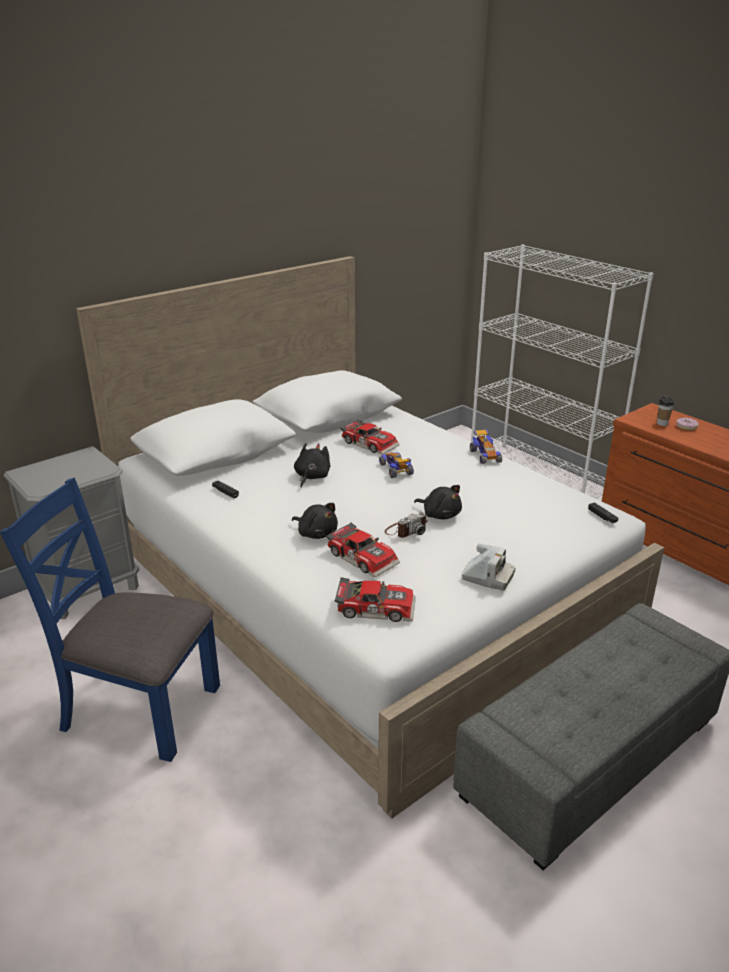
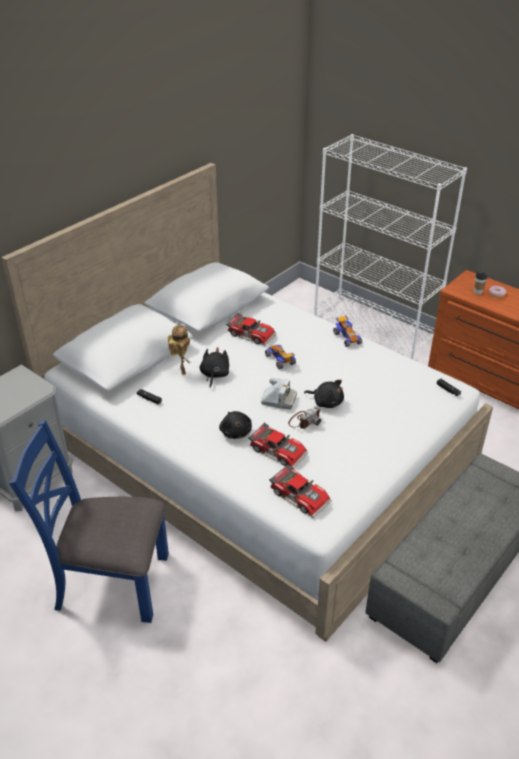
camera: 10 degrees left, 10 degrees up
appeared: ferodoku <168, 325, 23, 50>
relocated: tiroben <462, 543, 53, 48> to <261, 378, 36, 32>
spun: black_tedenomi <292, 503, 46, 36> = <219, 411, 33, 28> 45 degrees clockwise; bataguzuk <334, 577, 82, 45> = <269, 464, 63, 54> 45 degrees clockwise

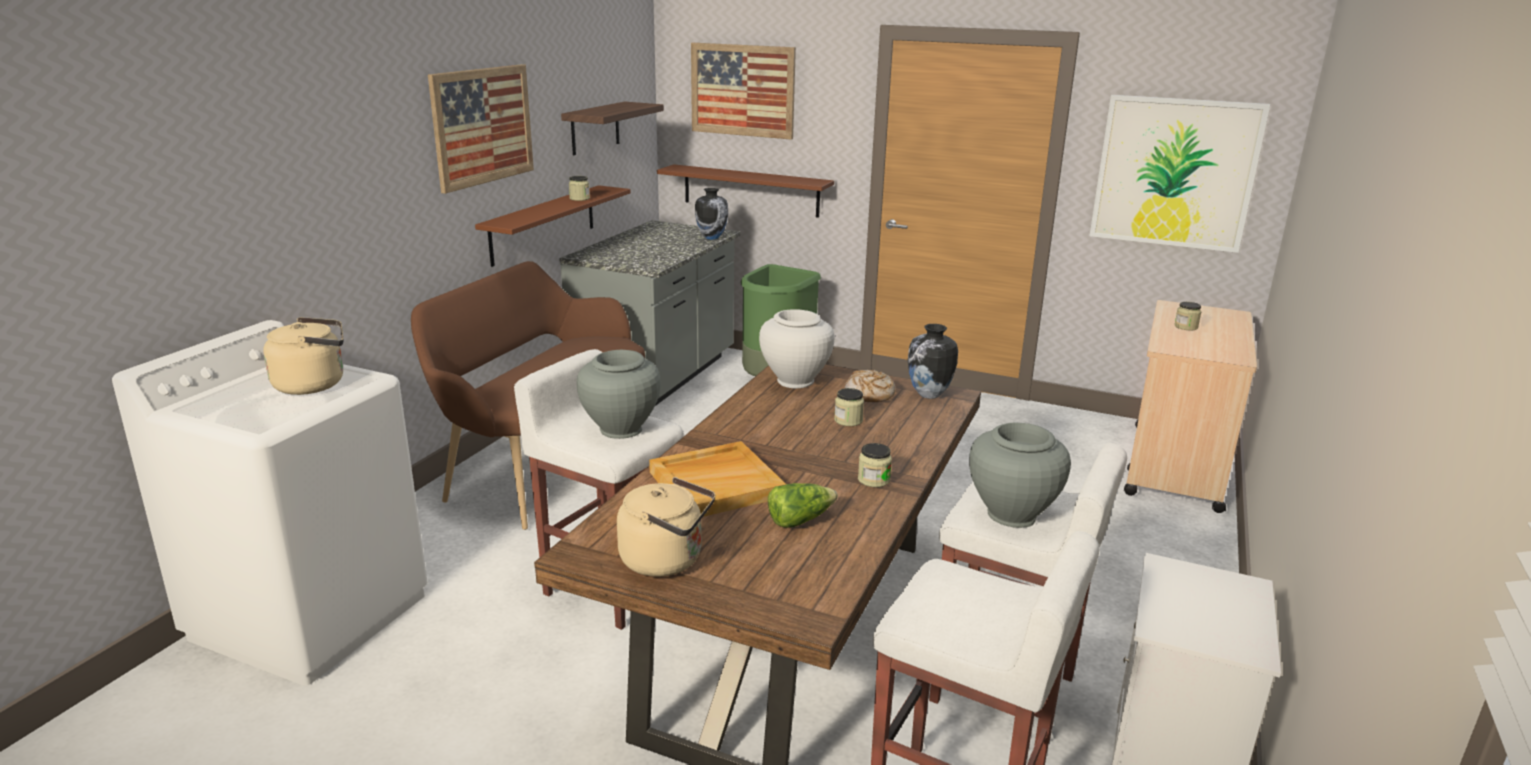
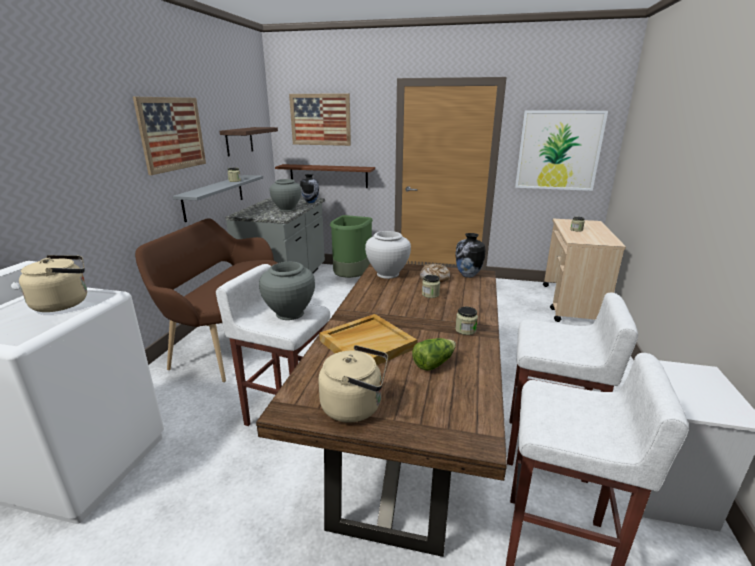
camera: 10 degrees left, 0 degrees up
relocated: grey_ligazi <969, 423, 102, 105> to <269, 179, 33, 33>
colour: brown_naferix <475, 185, 156, 82> to grey_naferix <173, 175, 90, 47>

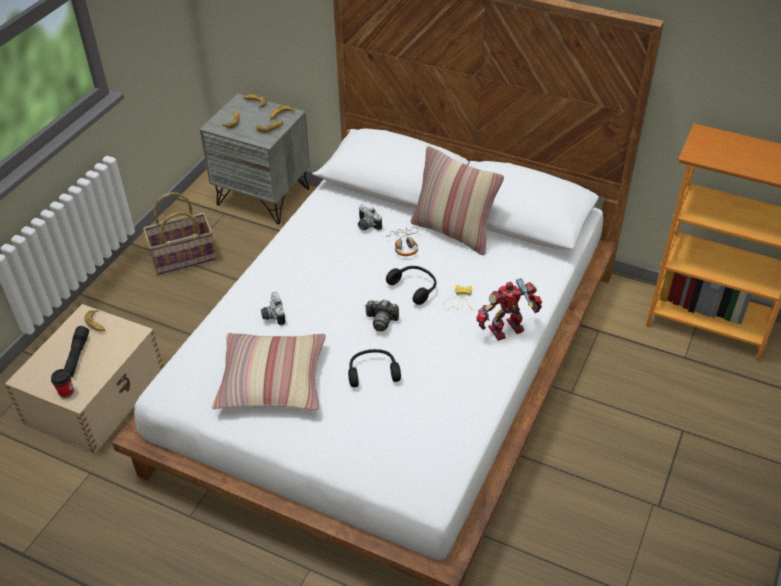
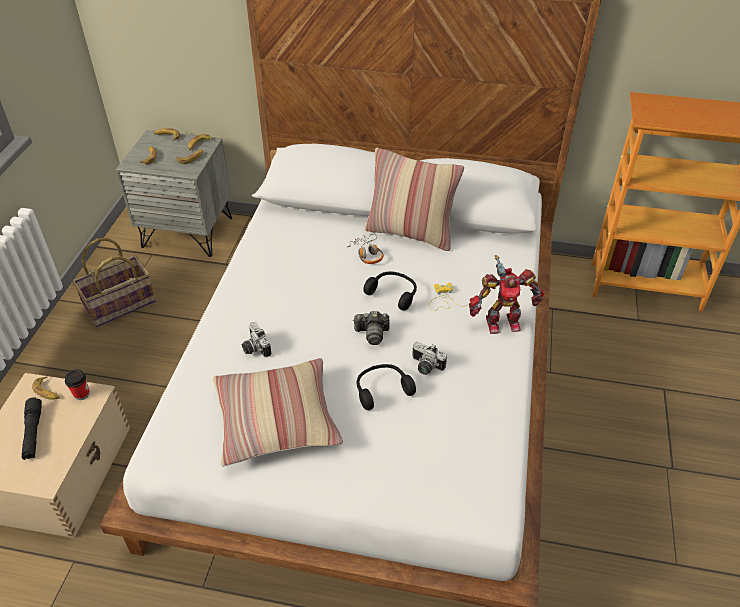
camera: 15 degrees left, 0 degrees up
relocated: tiroben <358, 205, 24, 25> to <412, 342, 35, 33>; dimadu <51, 369, 23, 29> to <65, 369, 25, 31>
spun: ferodoku <476, 278, 66, 63> = <469, 255, 75, 79> 150 degrees counterclockwise

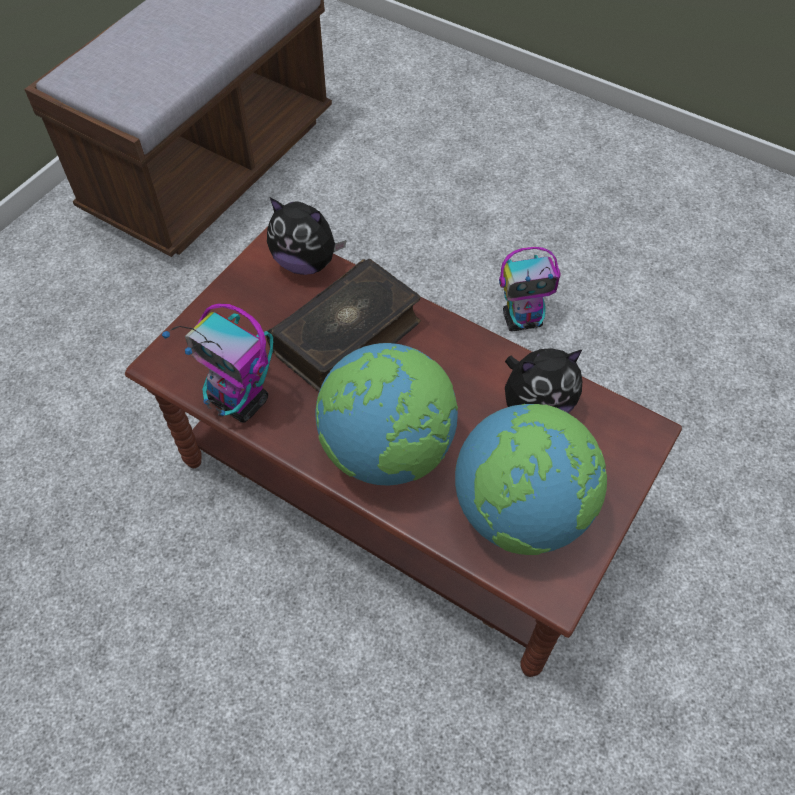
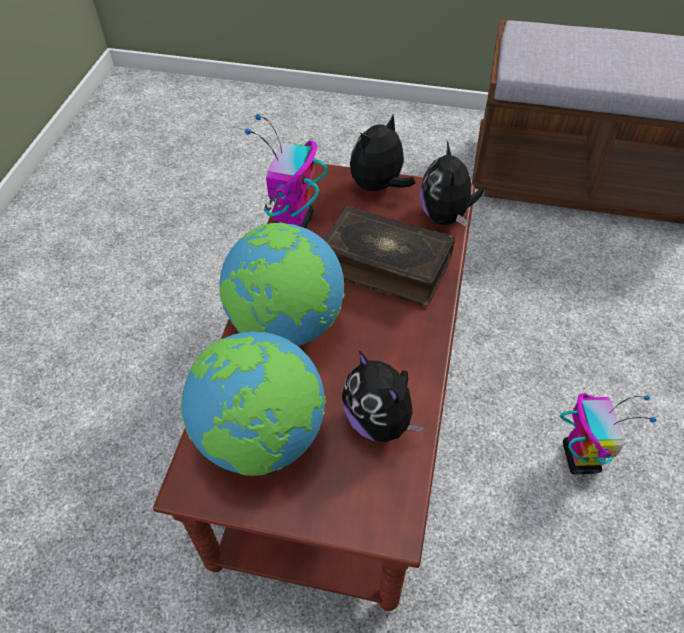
camera: 70 degrees right, 5 degrees down
appeared: tedenomi <350, 115, 65, 76>
spun: ferodoku <499, 247, 62, 85> = <560, 393, 96, 81> 150 degrees counterclockwise

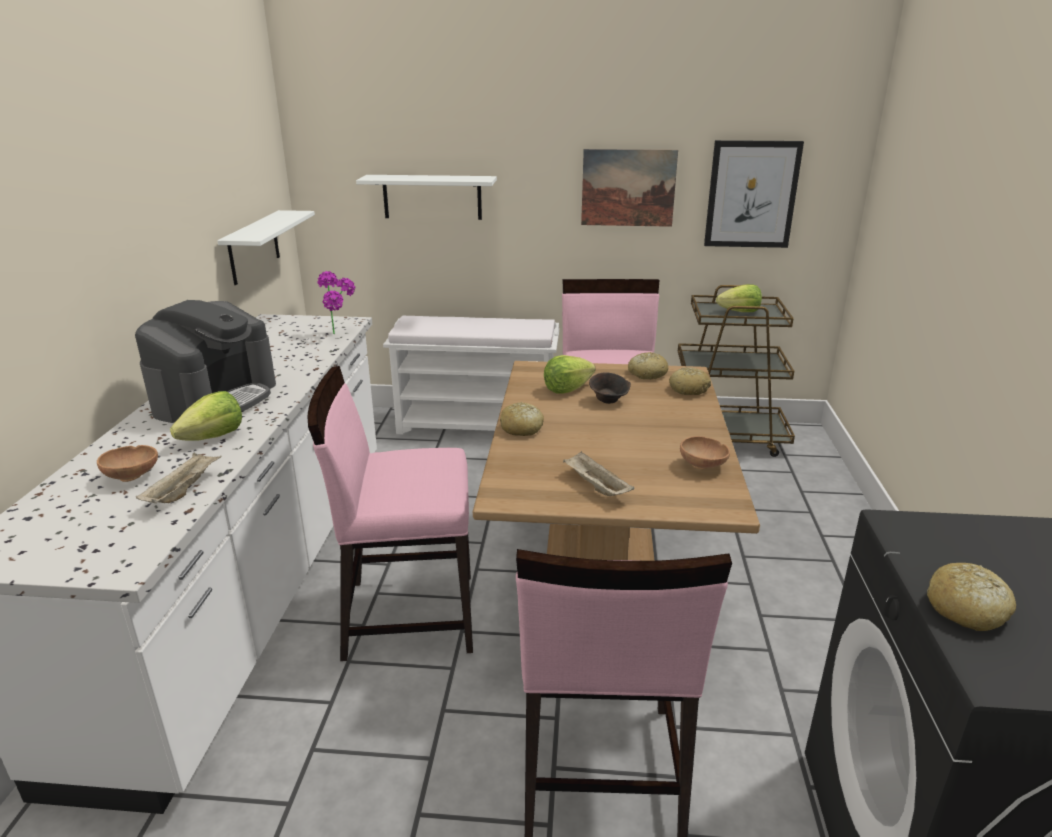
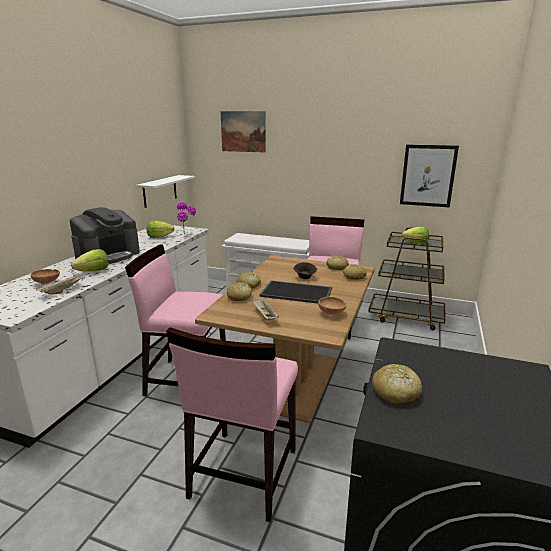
camera: 15 degrees right, 5 degrees down
missing: white_naferix <356, 175, 141, 45>
appeared: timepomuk <260, 280, 72, 24>; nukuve <227, 282, 25, 19>
relocated: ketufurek <581, 149, 97, 78> to <220, 111, 46, 41>; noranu <544, 355, 52, 38> to <147, 220, 28, 18>

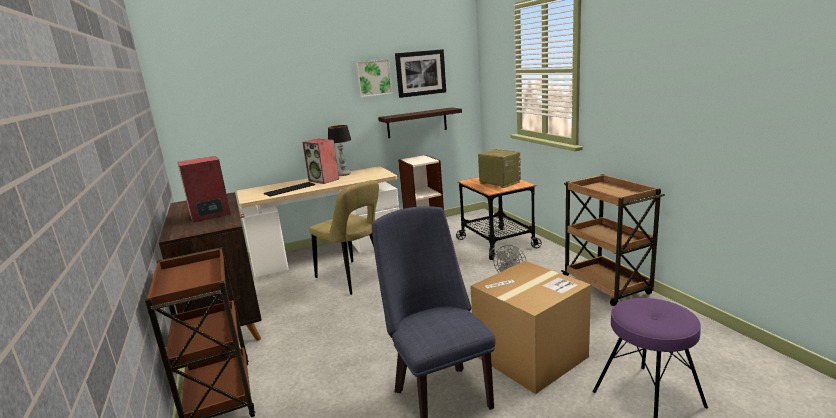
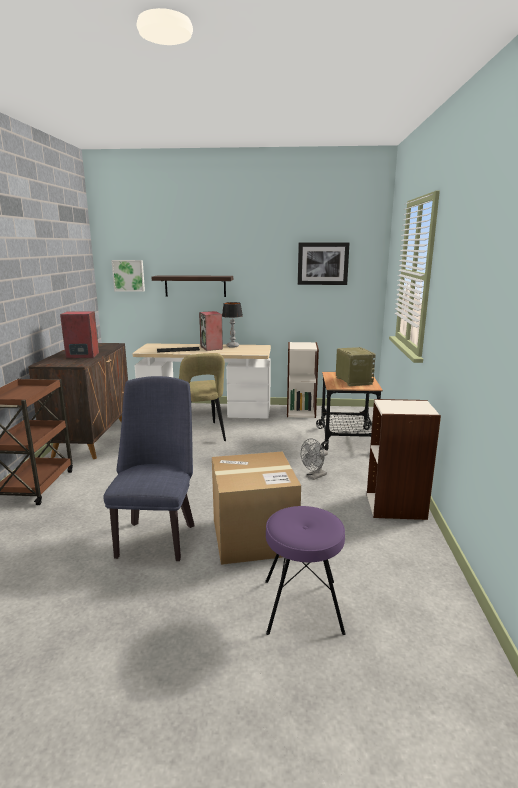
camera: 25 degrees right, 0 degrees up
relocated: ketufurek <356, 59, 37, 38> to <111, 260, 34, 32>; naferix <378, 107, 84, 31> to <151, 275, 82, 22>
exchanged: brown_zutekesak <561, 174, 104, 132> to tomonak <367, 399, 74, 121>

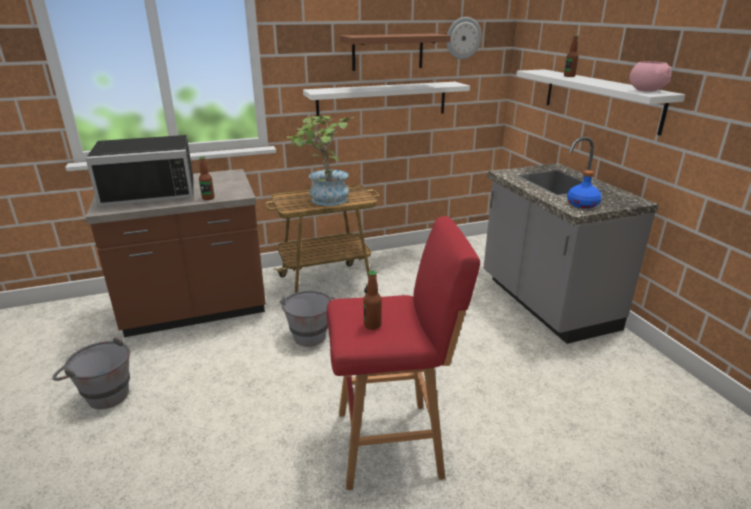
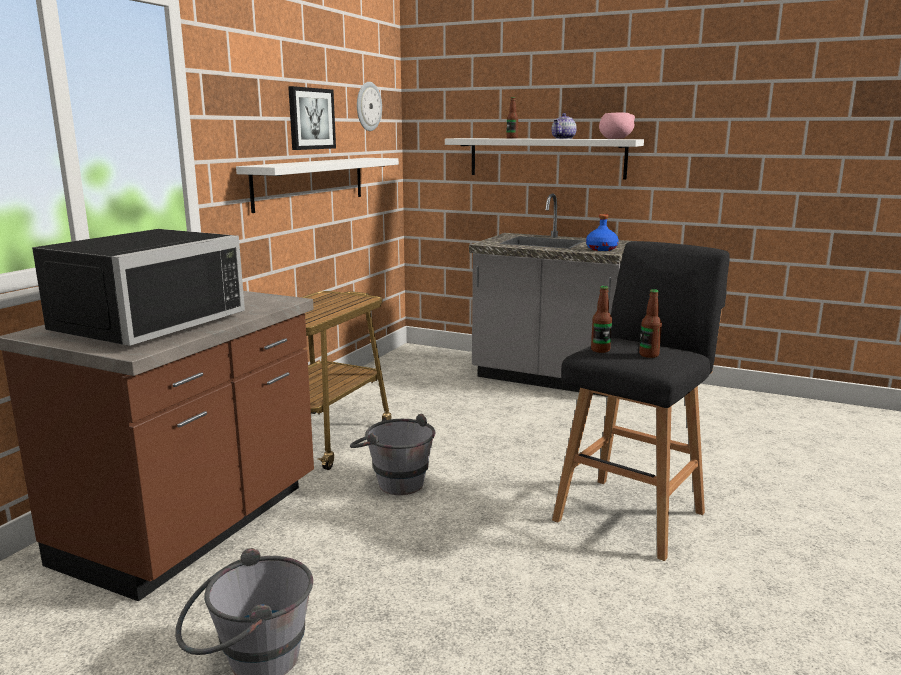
camera: 45 degrees left, 10 degrees down
missing: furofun <286, 116, 69, 90>
appeared: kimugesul <551, 113, 26, 26>
relocated: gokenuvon <199, 157, 16, 43> to <591, 286, 21, 67>
exchanged: brown_naferix <340, 33, 111, 38> to ketufurek <288, 86, 48, 64>
colour: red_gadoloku <327, 216, 153, 274> to black_gadoloku <552, 241, 178, 320>

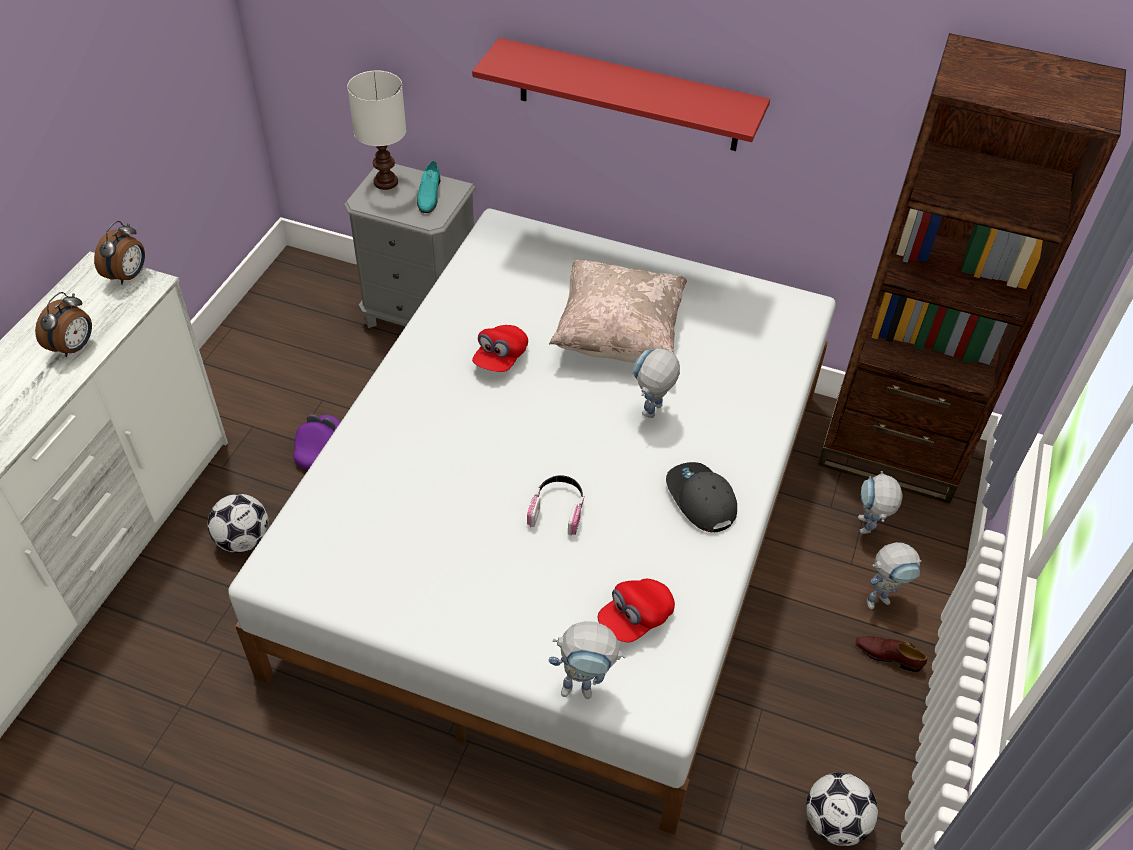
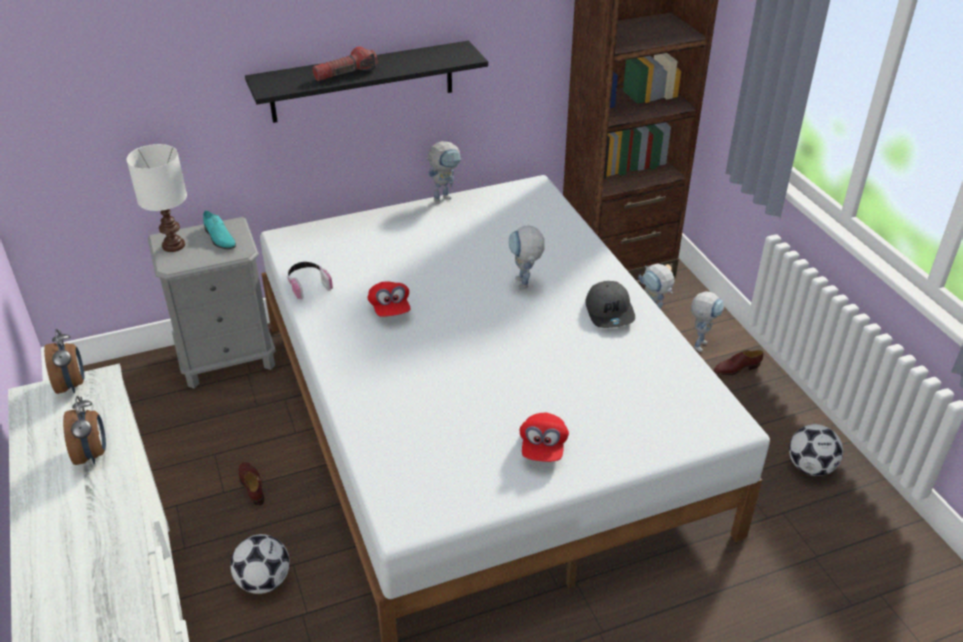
camera: 40 degrees left, 10 degrees down
missing: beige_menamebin <549, 260, 138, 103>
appeared: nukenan <312, 46, 66, 35>
relocated: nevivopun <527, 475, 58, 61> to <288, 262, 45, 37>; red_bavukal <598, 579, 77, 63> to <520, 413, 49, 49>; ferodoku <548, 621, 78, 78> to <426, 141, 36, 63>
exchanged: purple_bavukal <293, 414, 47, 56> to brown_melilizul <239, 462, 25, 43>
colour: red_naferix <472, 38, 298, 113> to black_naferix <245, 41, 243, 82>
spun: grey_bavukal <666, 462, 71, 70> = <585, 281, 50, 47> 120 degrees counterclockwise

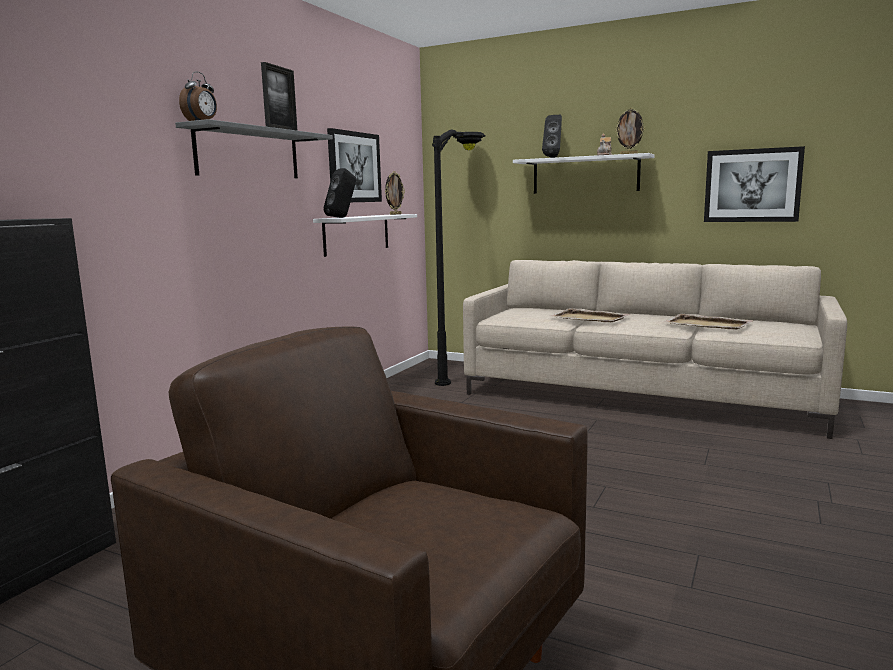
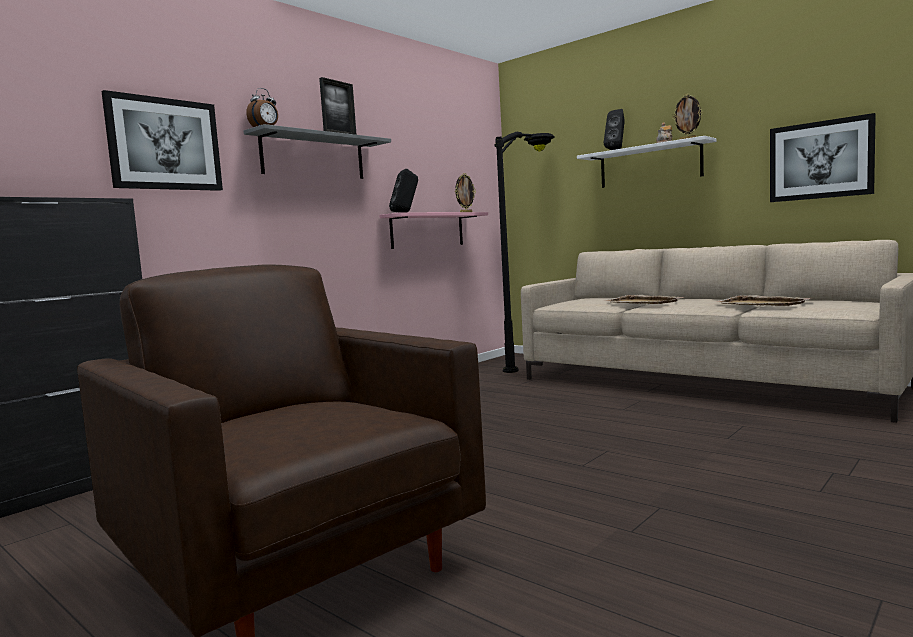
camera: 15 degrees right, 5 degrees down
relocated: ketufurek <327, 128, 55, 74> to <101, 90, 122, 101>
colour: white_naferix <313, 214, 104, 43> to pink_naferix <380, 212, 108, 37>

